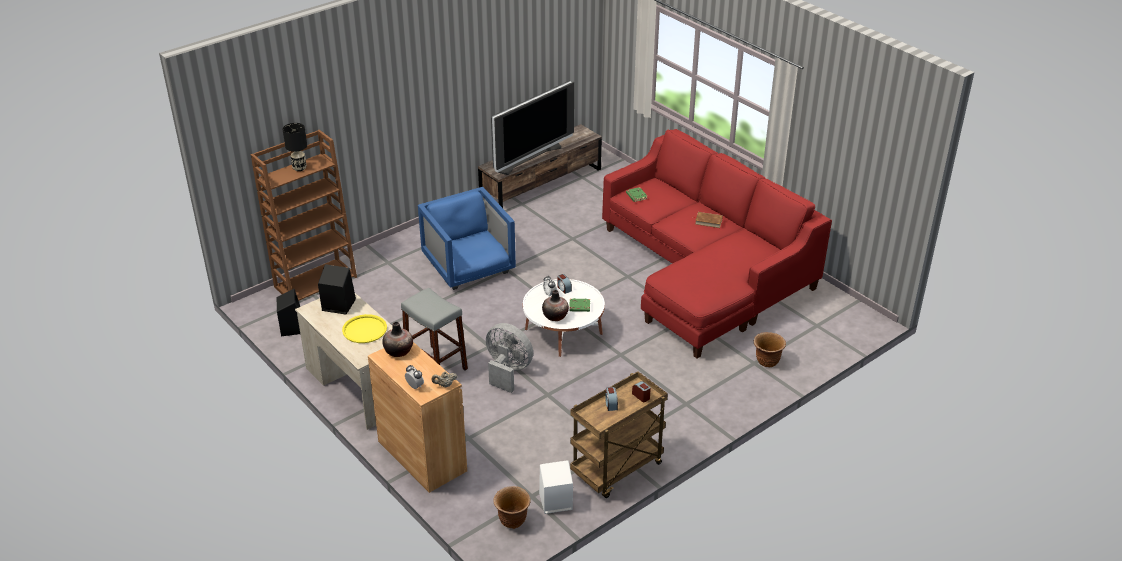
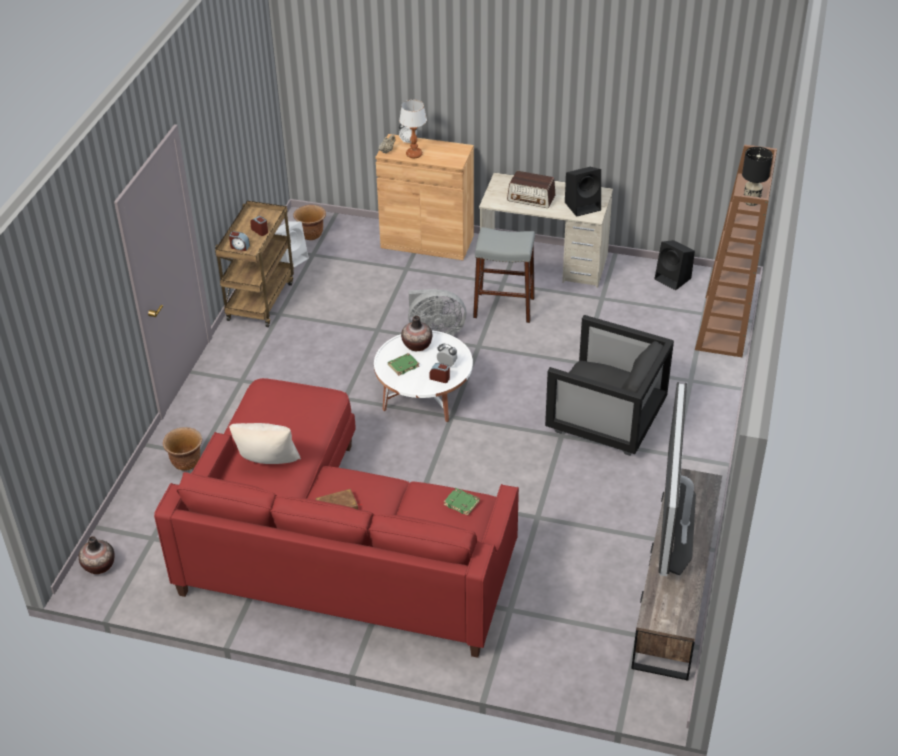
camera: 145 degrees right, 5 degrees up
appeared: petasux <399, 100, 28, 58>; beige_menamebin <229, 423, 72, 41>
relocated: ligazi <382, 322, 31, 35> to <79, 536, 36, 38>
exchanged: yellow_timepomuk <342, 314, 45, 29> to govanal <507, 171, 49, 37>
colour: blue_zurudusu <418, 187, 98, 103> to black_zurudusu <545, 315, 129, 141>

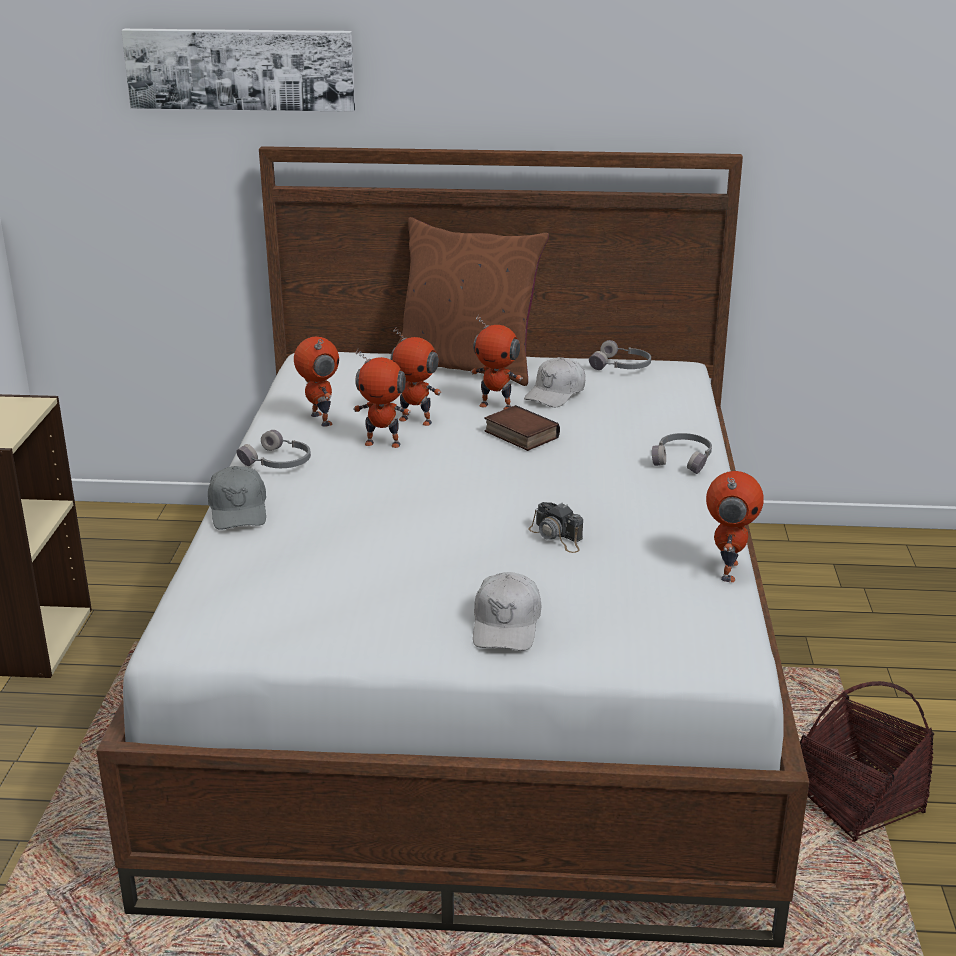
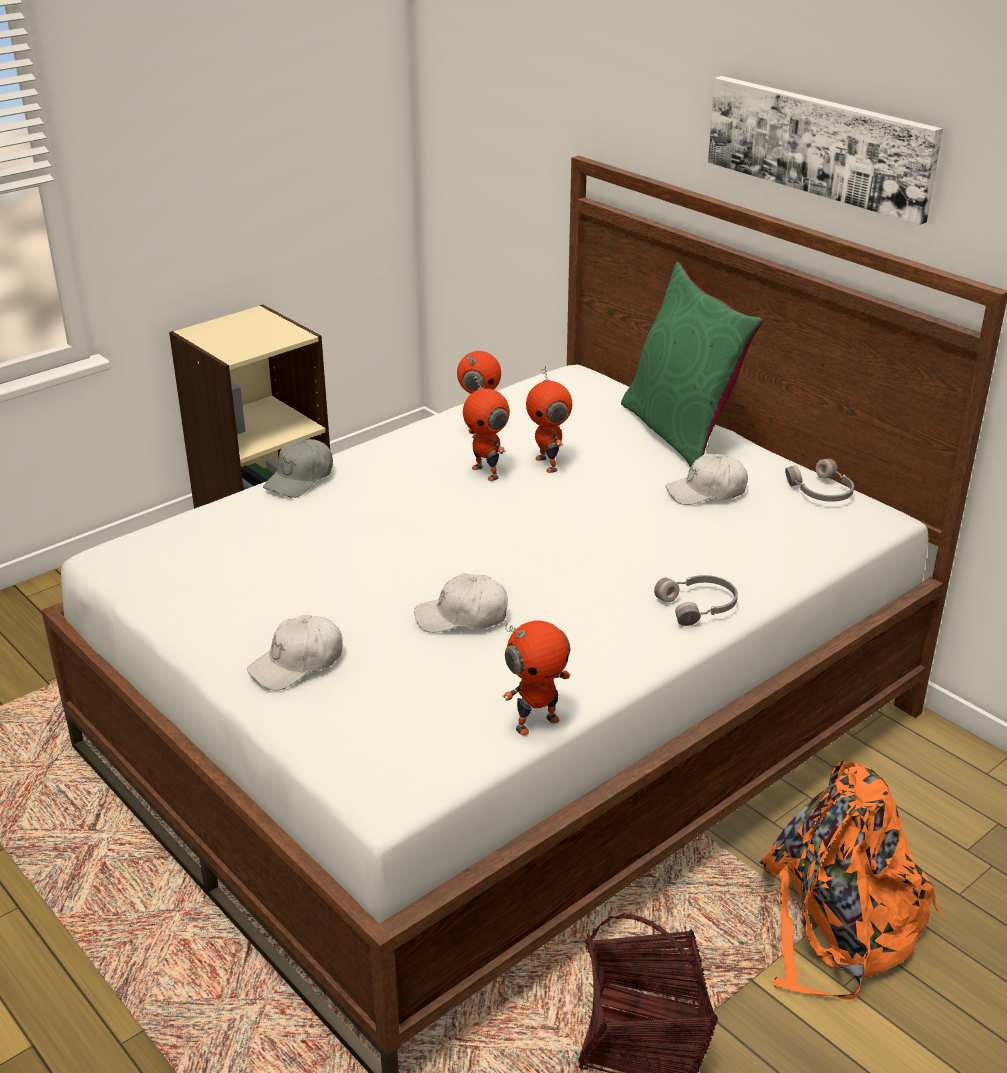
camera: 45 degrees right, 5 degrees up
missing: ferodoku <471, 315, 52, 95>; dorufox <485, 405, 75, 46>; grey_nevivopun <237, 430, 74, 38>
appeared: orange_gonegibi <759, 761, 183, 239>
relocated: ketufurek <121, 29, 234, 83> to <708, 76, 235, 149>
exchanged: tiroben <528, 502, 55, 51> to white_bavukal <414, 573, 94, 60>
colour: brown_menamebin <390, 217, 159, 169> to green_menamebin <621, 262, 142, 205>

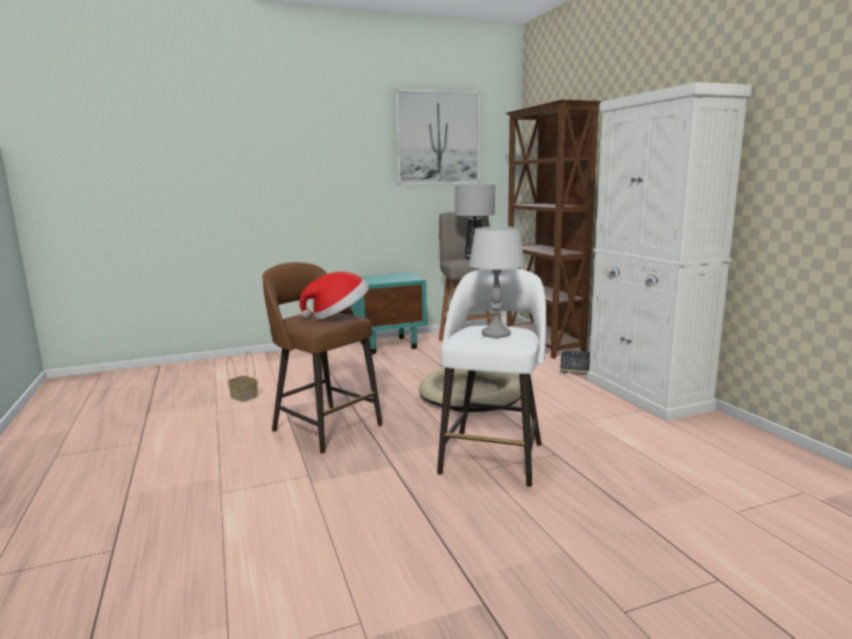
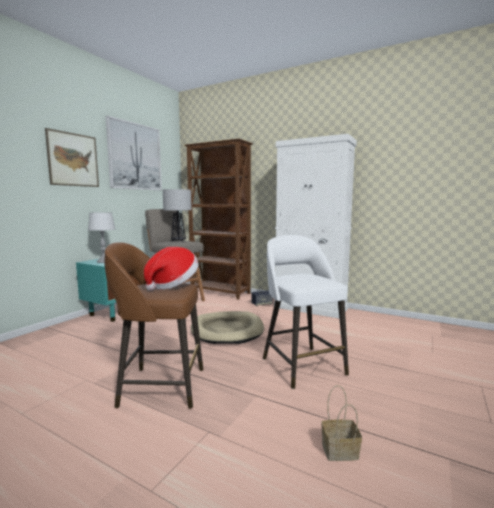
camera: 40 degrees left, 5 degrees down
appeared: ketufurek <45, 128, 54, 59>
relocated: grey_petasux <469, 227, 56, 111> to <88, 212, 27, 51>; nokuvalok <226, 351, 32, 51> to <321, 385, 41, 76>

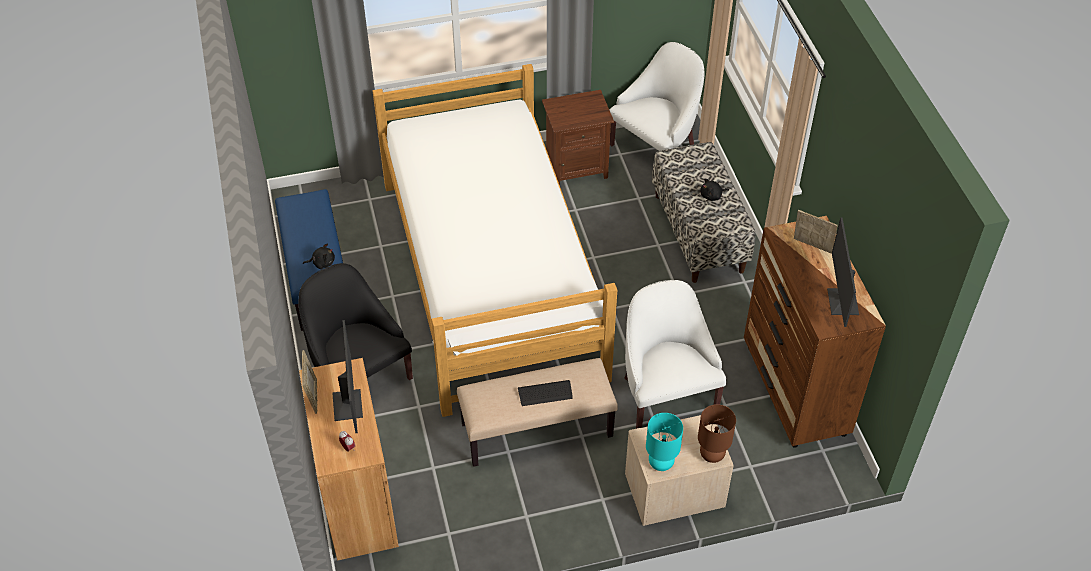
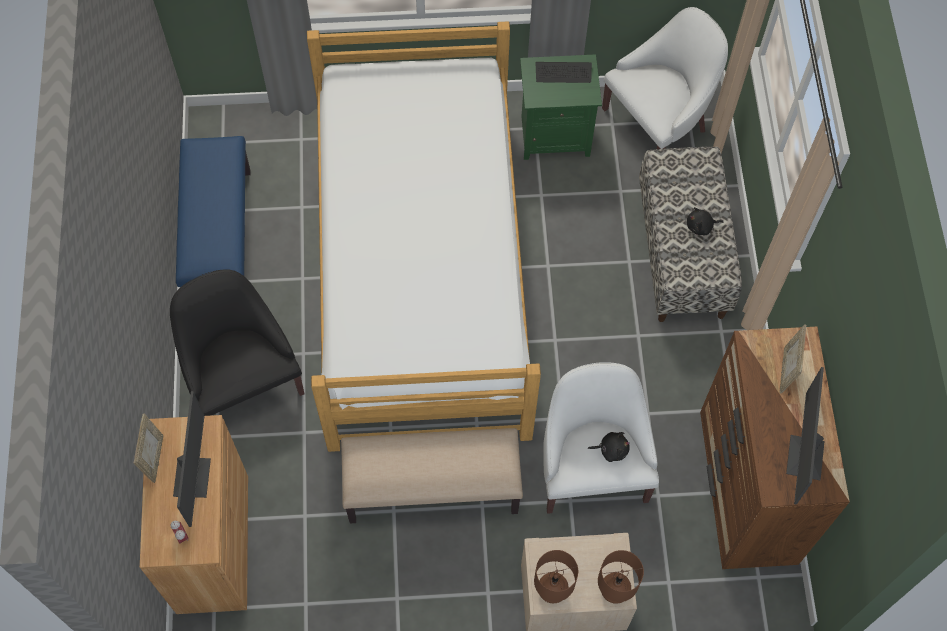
camera: 10 degrees right, 15 degrees up
relocated: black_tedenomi <303, 243, 32, 26> to <588, 432, 42, 30>; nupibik <518, 380, 55, 26> to <536, 62, 56, 21>
colour: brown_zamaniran <542, 90, 72, 95> to green_zamaniran <520, 54, 82, 106>; turquoise_petasux <646, 413, 37, 58> to brown_petasux <534, 550, 44, 53>
spun: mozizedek <794, 210, 44, 44> = <780, 324, 26, 69> 120 degrees counterclockwise

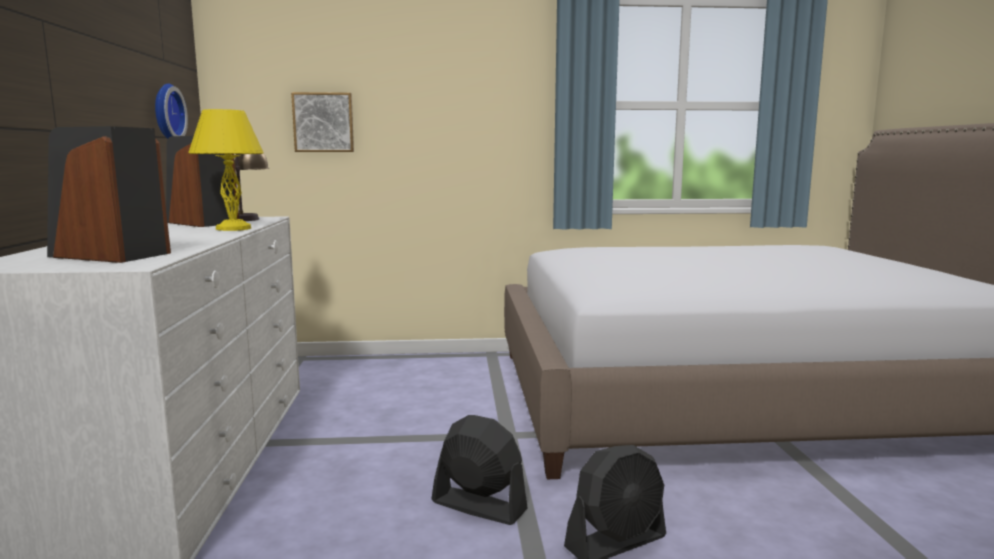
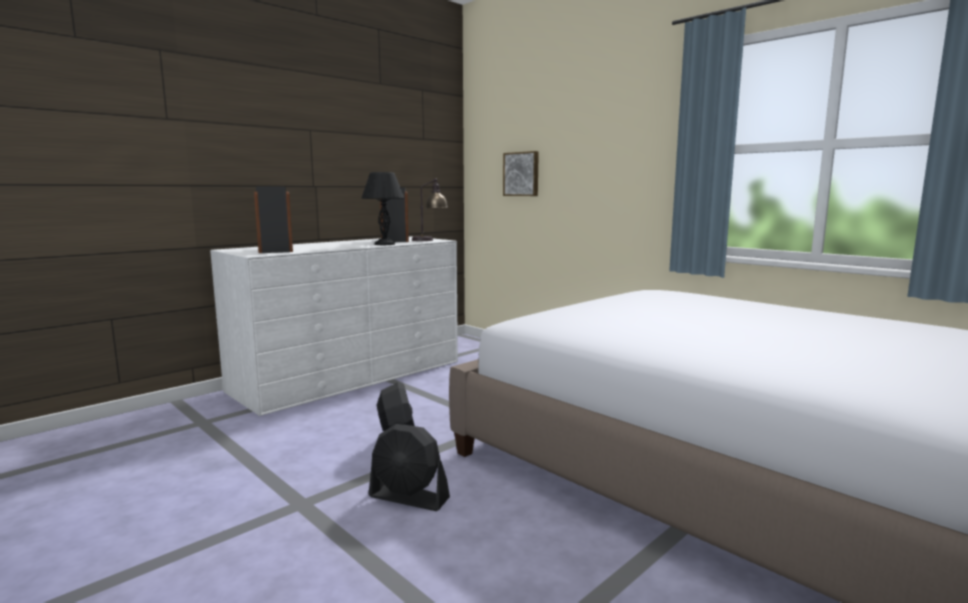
camera: 50 degrees right, 0 degrees up
missing: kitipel <155, 83, 33, 56>
colour: yellow_petasux <188, 109, 76, 122> to black_petasux <361, 172, 43, 73>

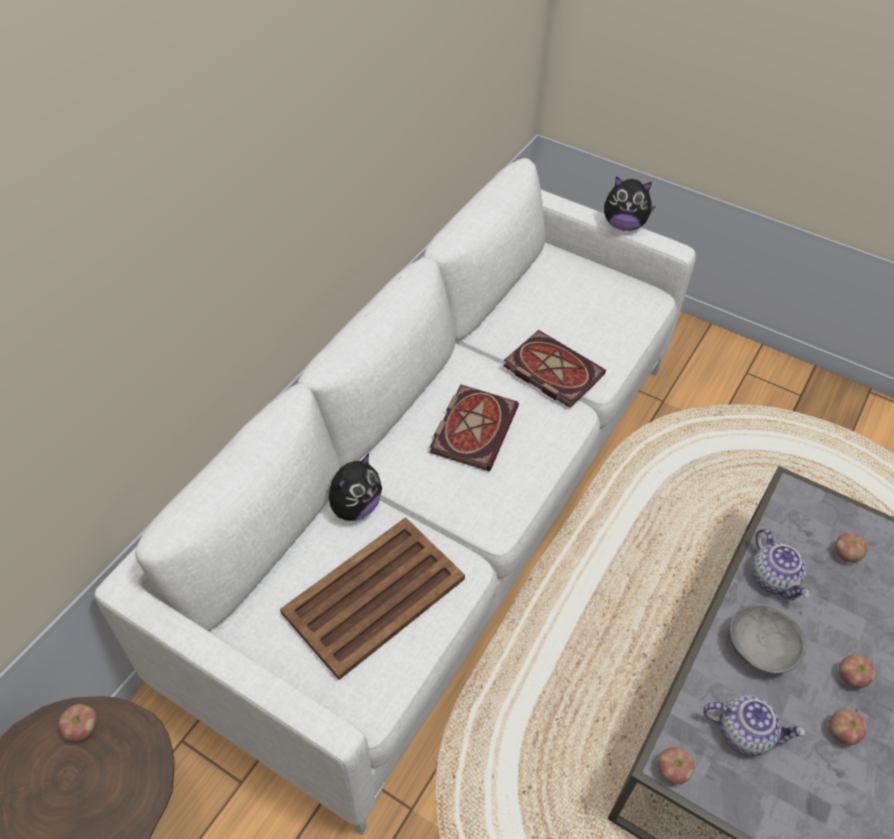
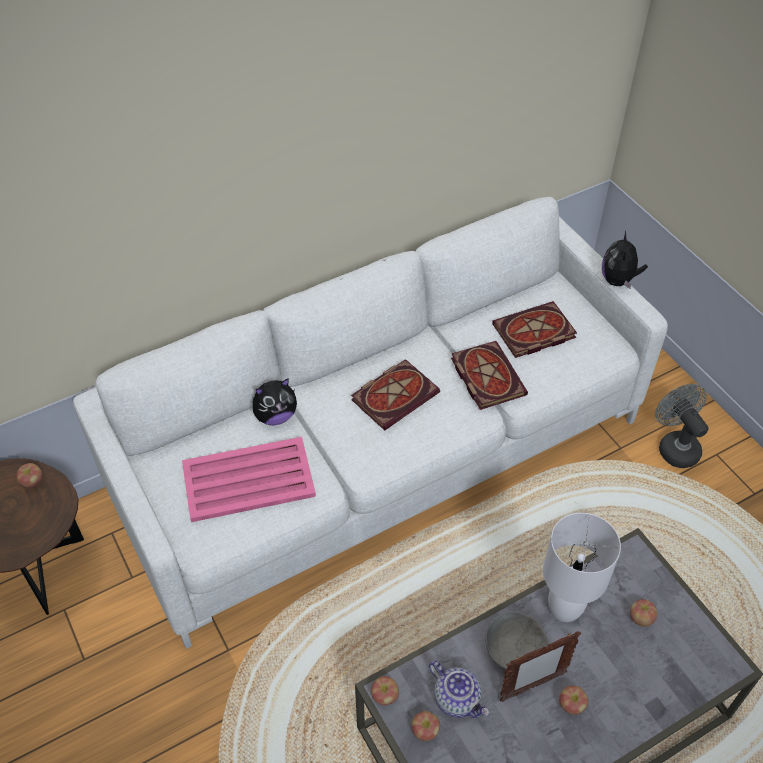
camera: 30 degrees right, 0 degrees up
appeared: dorufox <492, 301, 85, 57>; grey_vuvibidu <655, 384, 54, 84>; mozizedek <500, 631, 81, 71>
relocated: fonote <829, 710, 38, 35> to <411, 711, 29, 30>
exchanged: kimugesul <752, 529, 58, 71> to white_petasux <543, 513, 78, 109>
colour: brown_timepomuk <280, 517, 185, 163> to pink_timepomuk <182, 437, 134, 85>
spun: tedenomi <604, 176, 51, 55> = <602, 231, 46, 58> 60 degrees clockwise

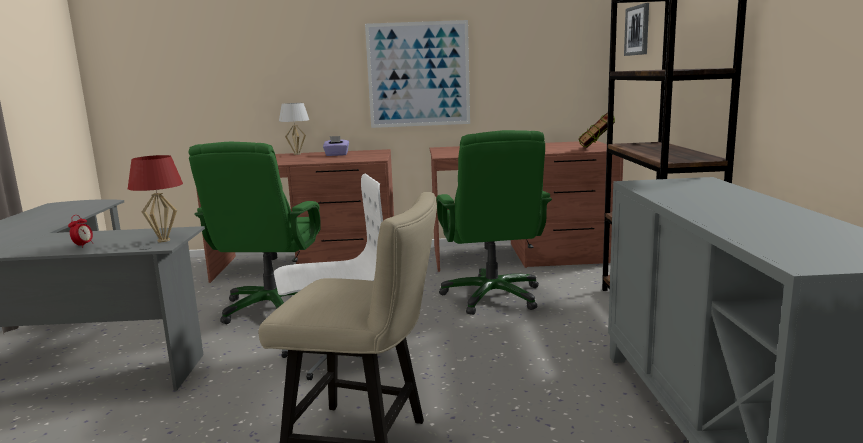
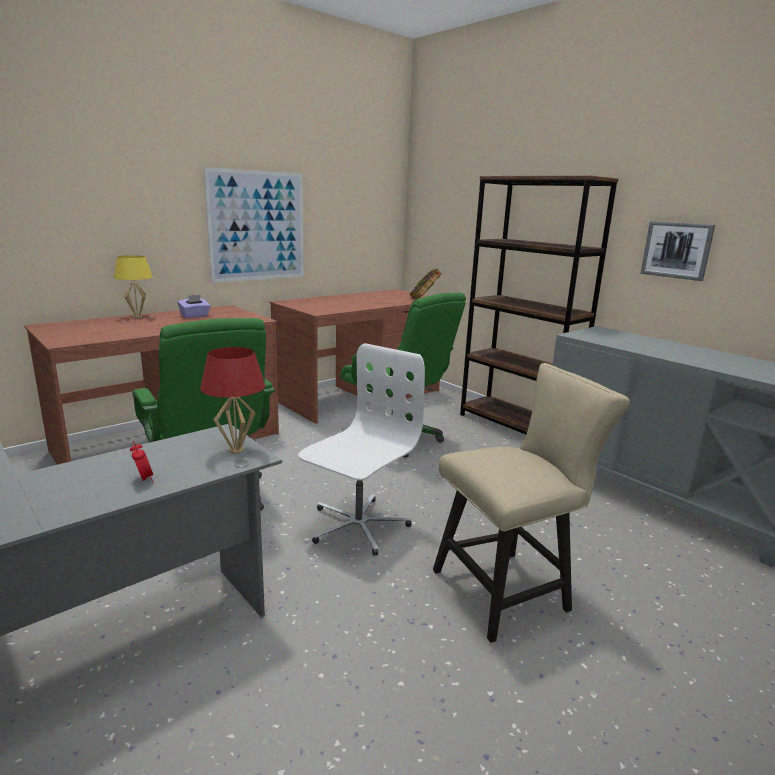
camera: 40 degrees left, 5 degrees up
relocated: ketufurek <624, 3, 25, 53> to <640, 221, 75, 60>
colour: white_petasux <279, 103, 30, 52> to yellow_petasux <114, 255, 39, 63>

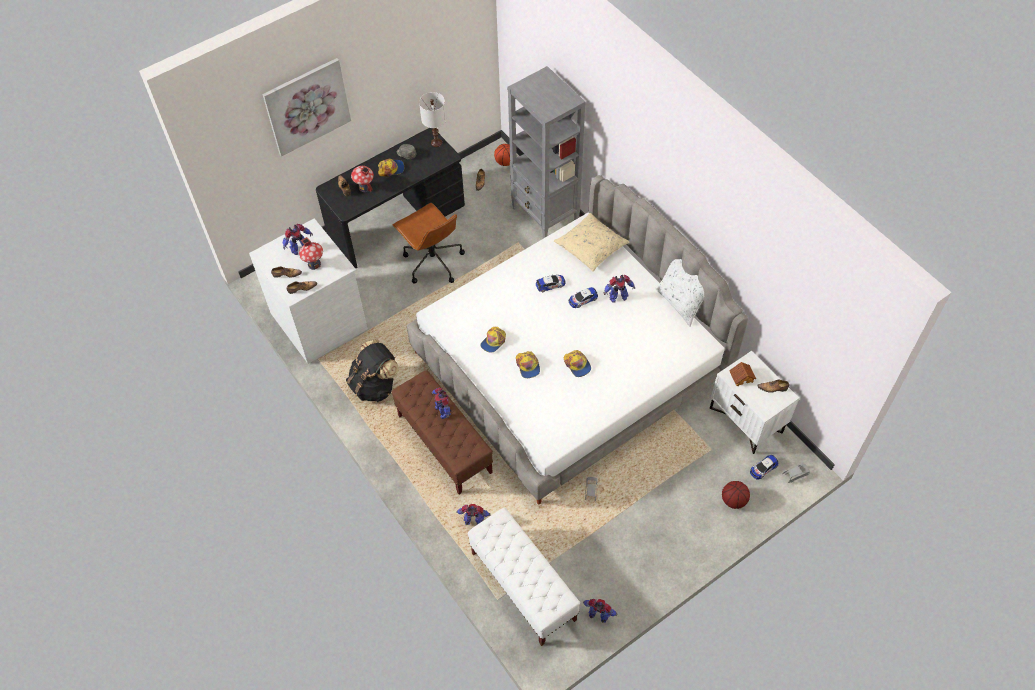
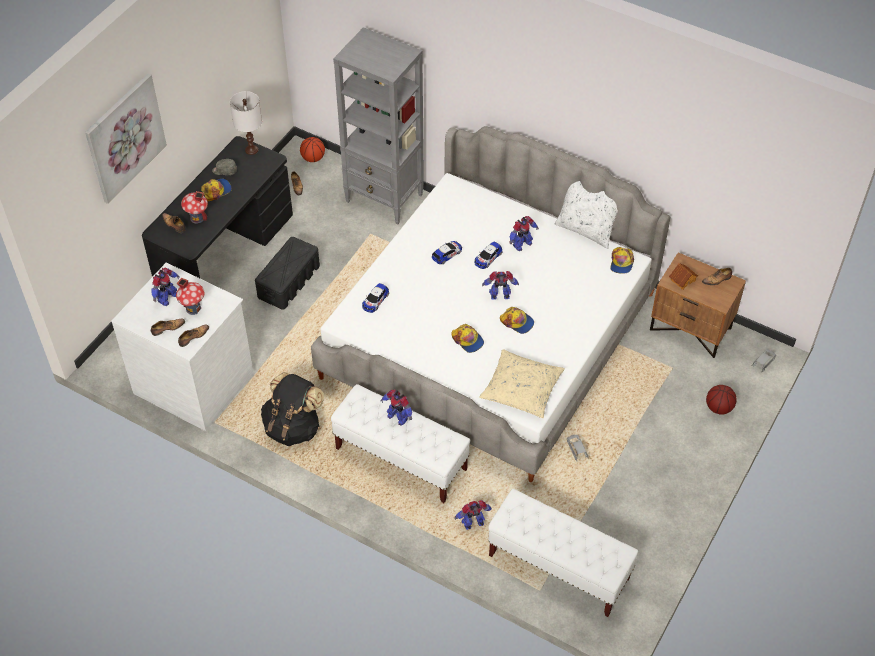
camera: 25 degrees left, 5 degrees down
relocated: beige_menamebin <554, 213, 76, 59> to <479, 349, 86, 69>; bavukal <480, 327, 26, 26> to <611, 247, 23, 27>; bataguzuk <750, 455, 28, 25> to <362, 283, 27, 30>; ferodoku <583, 599, 34, 24> to <482, 271, 37, 28>
exchanged: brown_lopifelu <393, 203, 72, 81> to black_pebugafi <255, 237, 65, 72>
colour: white_zamaniran <710, 351, 89, 103> to brown_zamaniran <650, 252, 96, 106>; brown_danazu <392, 370, 101, 125> to white_danazu <331, 384, 139, 119>

